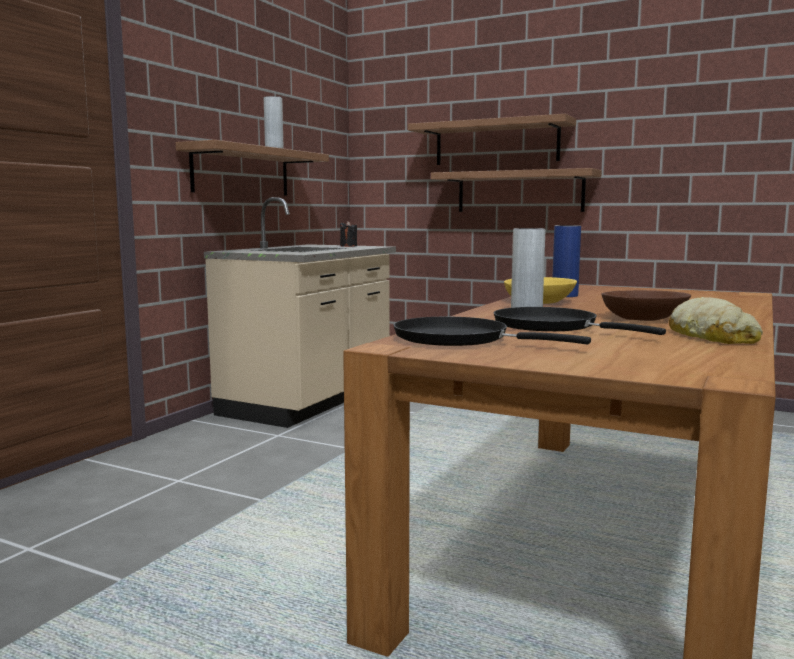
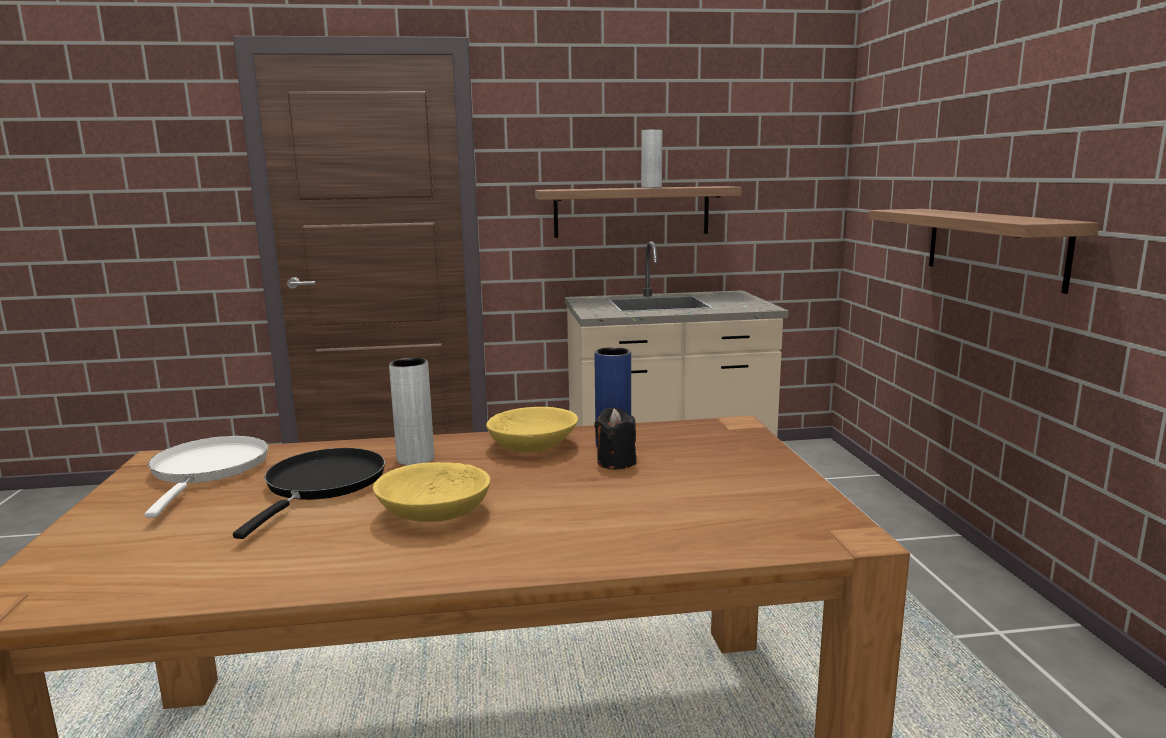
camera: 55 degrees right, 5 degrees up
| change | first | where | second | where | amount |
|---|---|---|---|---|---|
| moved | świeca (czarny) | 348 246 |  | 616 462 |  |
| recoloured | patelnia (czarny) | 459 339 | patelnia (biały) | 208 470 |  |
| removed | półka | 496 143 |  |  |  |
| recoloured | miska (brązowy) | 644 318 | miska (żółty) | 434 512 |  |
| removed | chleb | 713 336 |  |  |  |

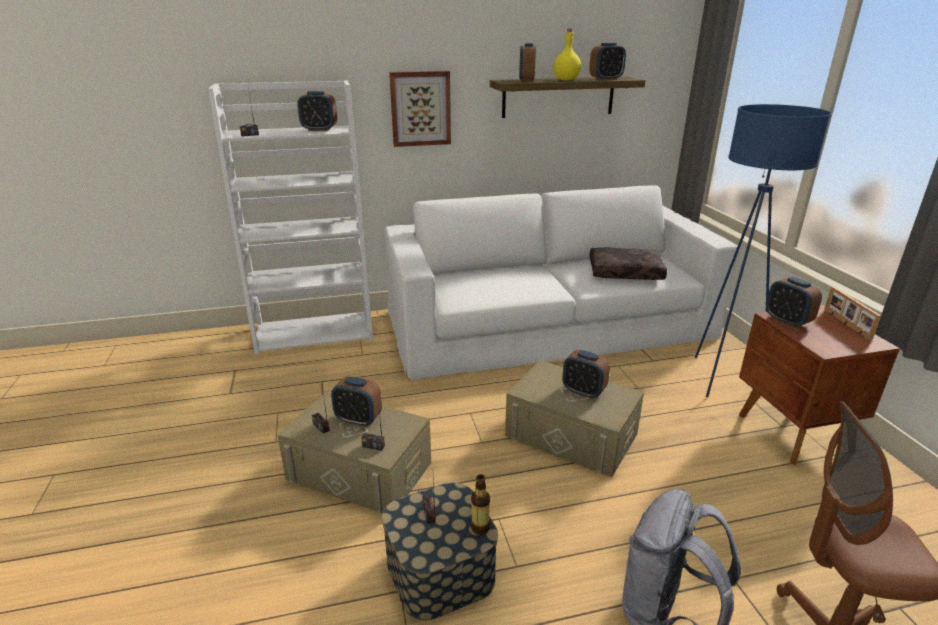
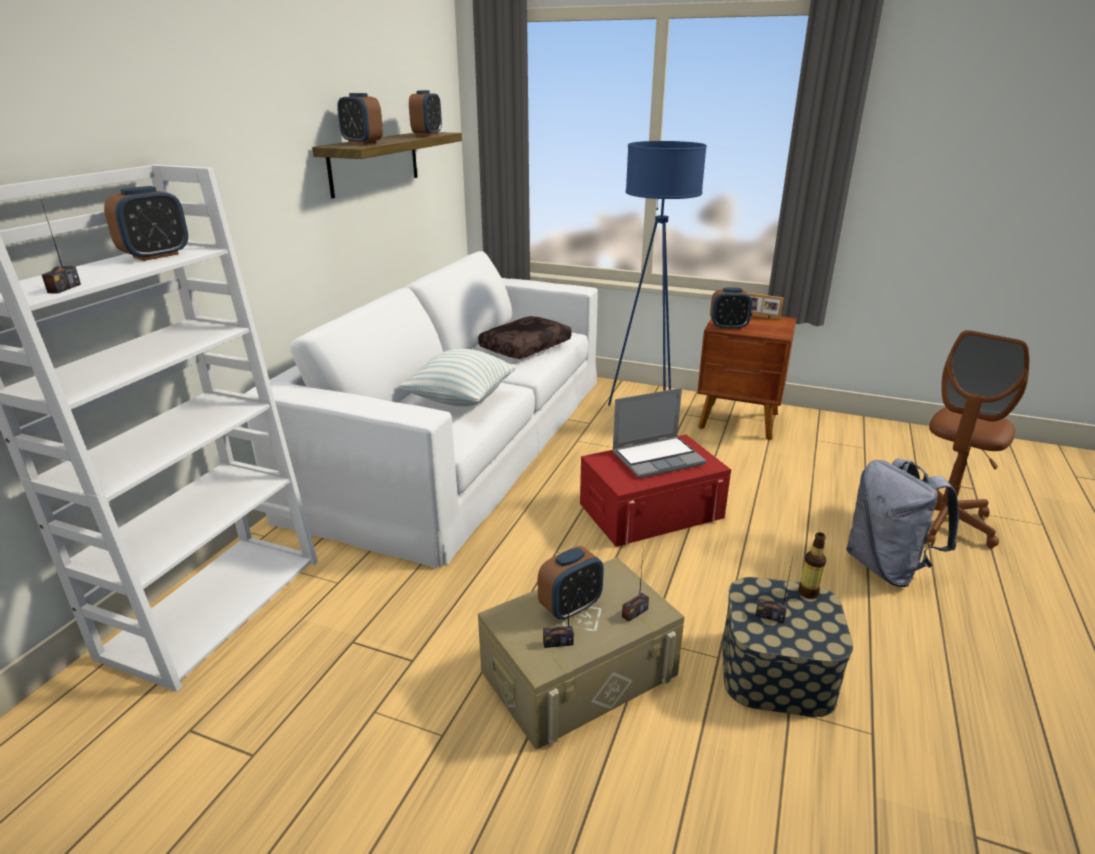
camera: 55 degrees left, 0 degrees up
| change | first | where | second | where | amount |
|---|---|---|---|---|---|
| removed | obraz | 420 108 |  |  |  |
| recoloured | pojemnik do przechowywania (beżowy) | 571 435 | pojemnik do przechowywania (czerwony) | 651 510 |  |
| removed | butelka (żółty) | 565 80 |  |  |  |
| replaced | budzik | 583 391 | laptop | 658 458 |  |
| added |  |  | poduszka | 461 399 |  |

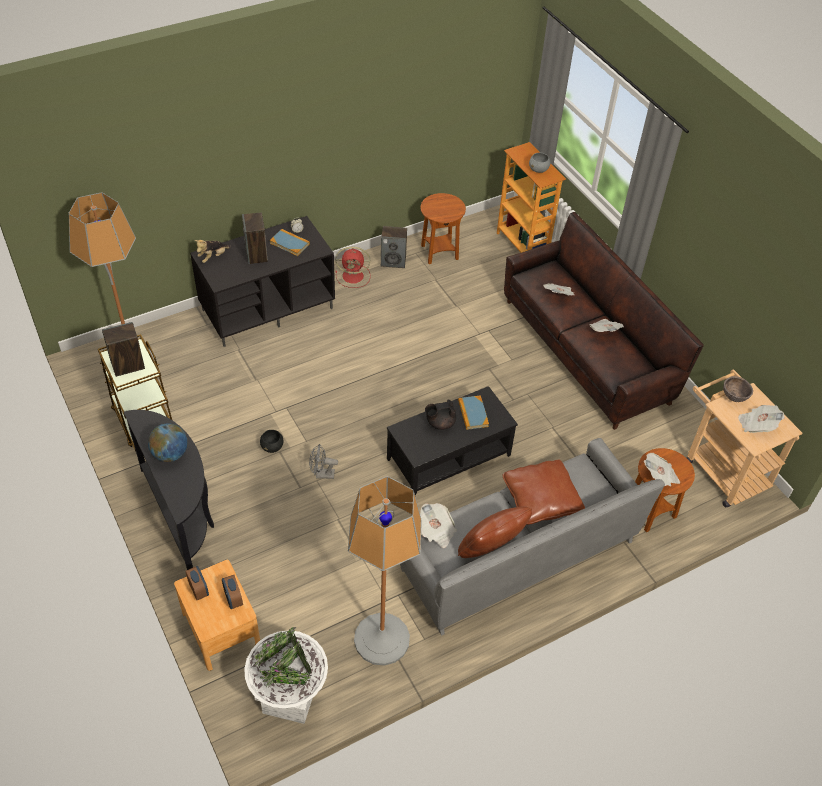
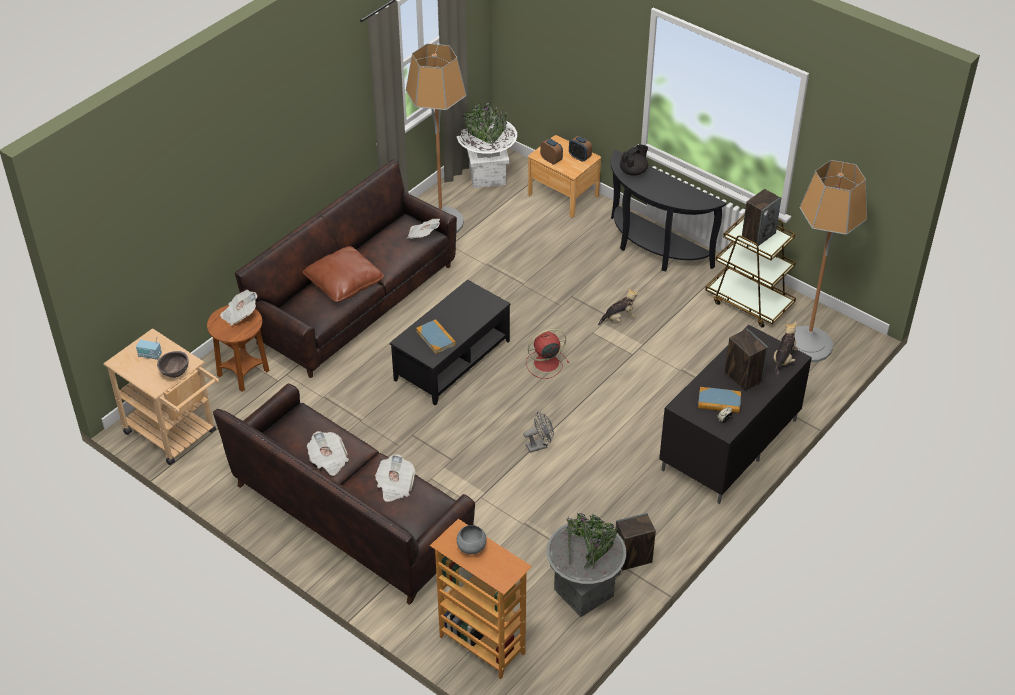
camera: 160 degrees right, 5 degrees down
| change | first | where | second | where | amount |
|---|---|---|---|---|---|
| removed | globus | 170 454 |  |  |  |
| replaced | miska (czarny) | 272 447 | pluszak | 619 318 |  |
| moved | wentylator (szary) | 321 474 |  | 539 445 |  |
| moved | wentylator (czerwony) | 354 276 |  | 545 363 |  |
| recoloured | kanapa (szary) | 518 556 | kanapa (brązowy) | 355 304 |  |
| replaced | stolik (brązowy) | 439 252 | donica (szary) | 583 593 |  |
| moved | imbryk (czarny) | 440 422 |  | 633 171 |  |
| removed | poduszka (brązowy) | 491 549 |  |  |  |
| replaced | gazeta | 757 425 | radio | 150 355 |  |

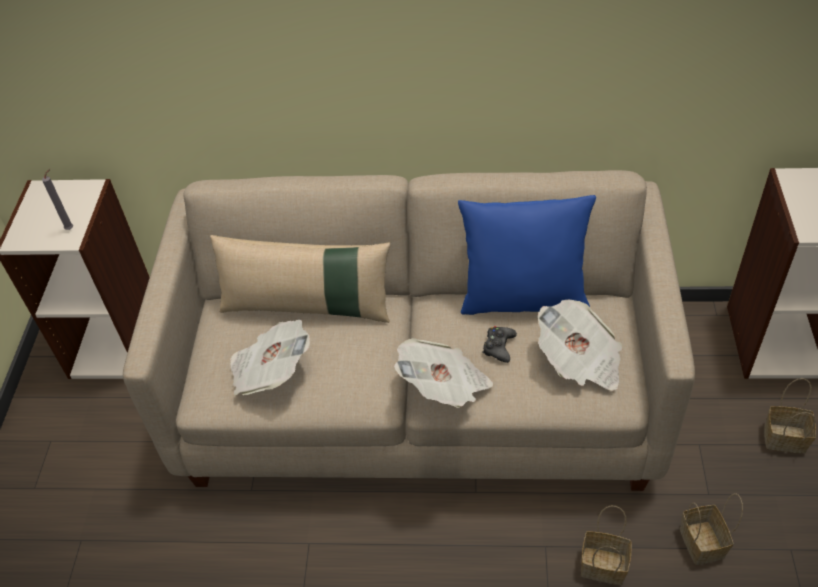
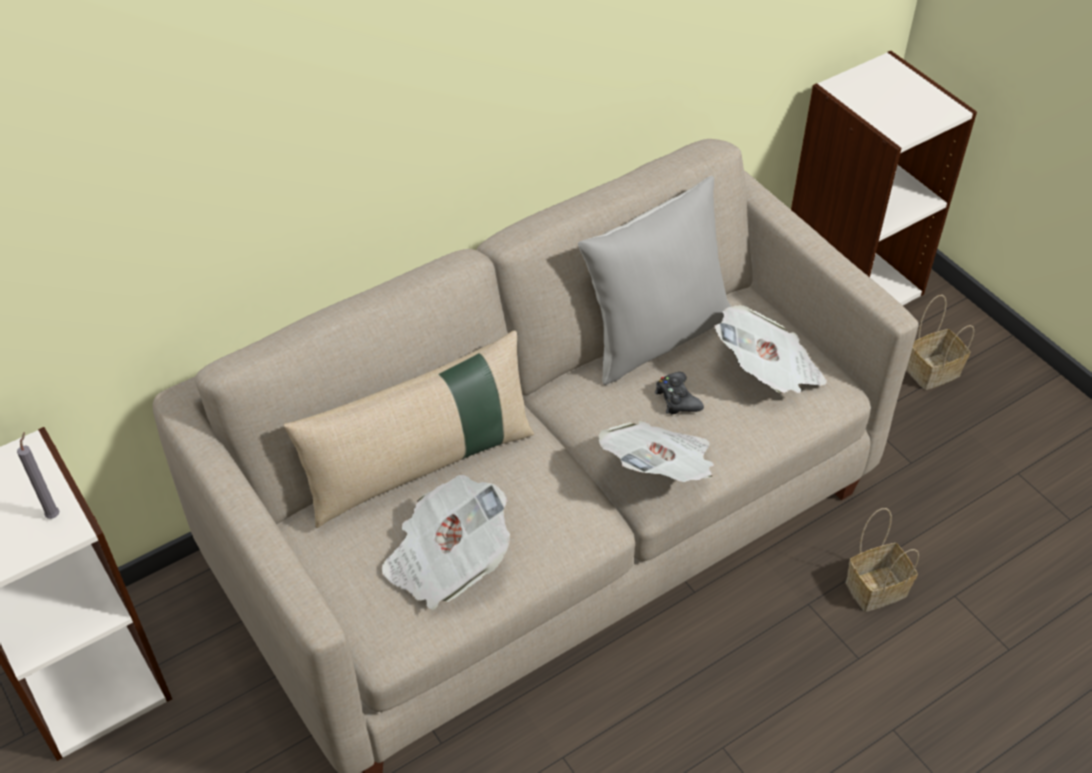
camera: 40 degrees left, 0 degrees up
| change | first | where | second | where | amount |
|---|---|---|---|---|---|
| recoloured | poduszka (niebieski) | 523 299 | poduszka (szary) | 655 337 |  |
| removed | koszyk | 703 544 |  |  |  |

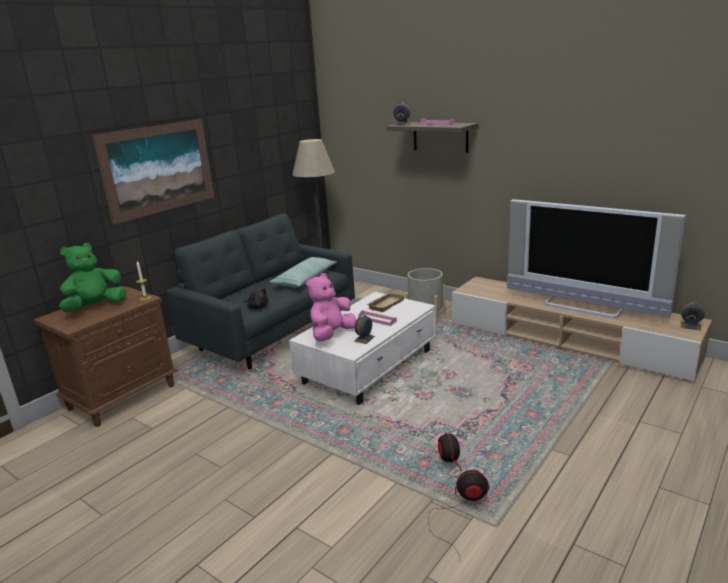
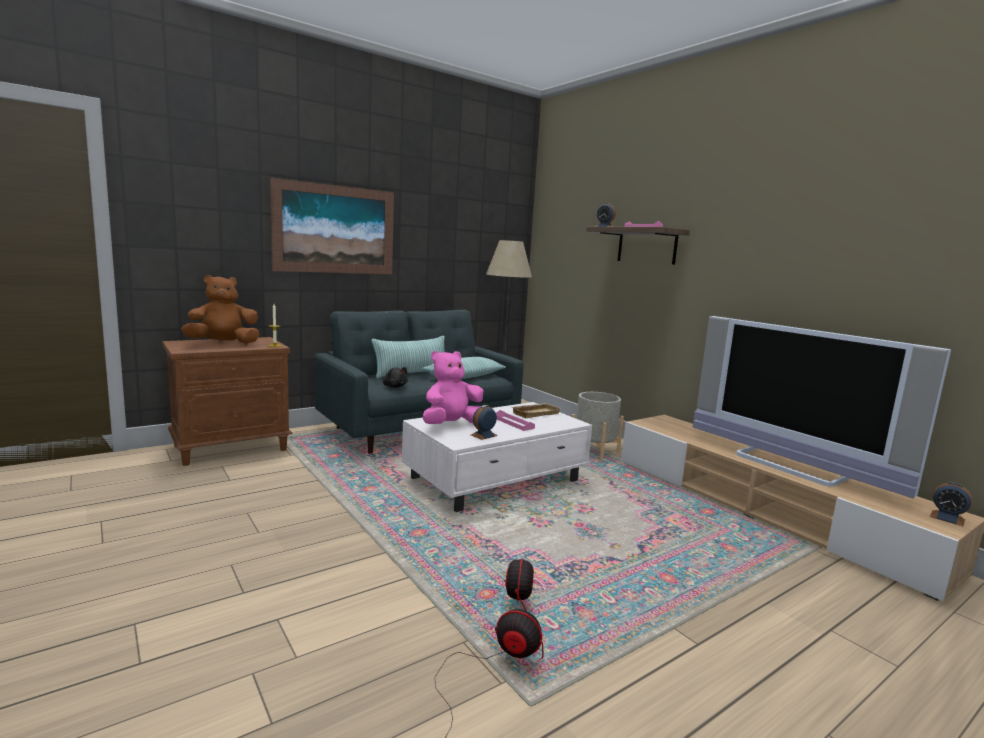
camera: 15 degrees right, 10 degrees down
| change | first | where | second | where | amount |
|---|---|---|---|---|---|
| recoloured | pluszak (zielony) | 95 307 | pluszak (brązowy) | 223 343 |  |
| added |  |  | poduszka | 411 374 |  |

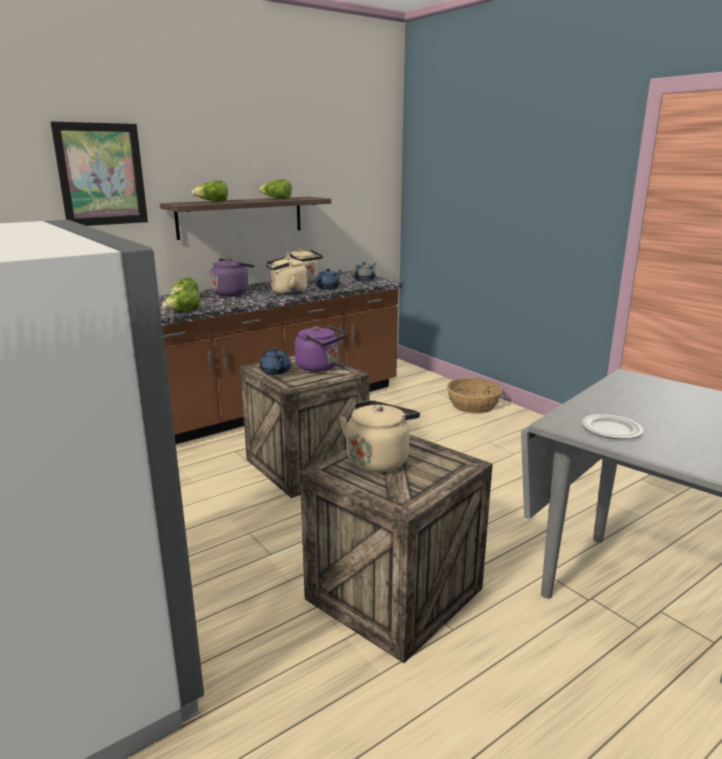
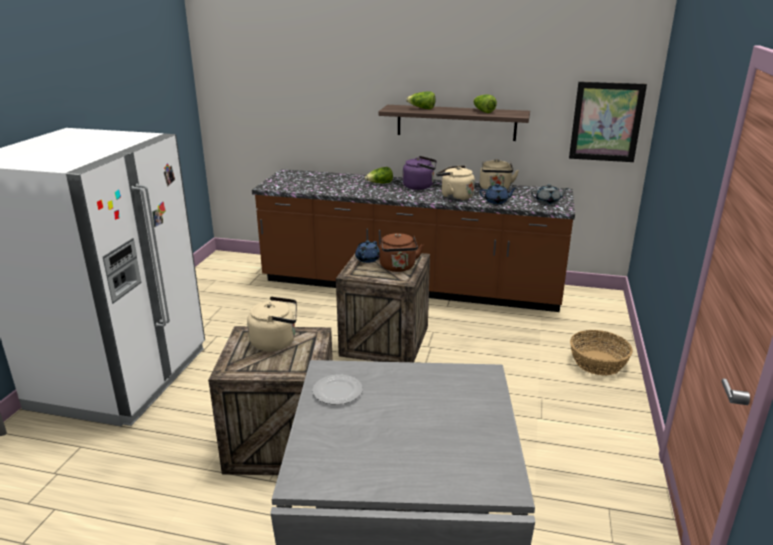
camera: 50 degrees right, 5 degrees up
| change | first | where | second | where | amount |
|---|---|---|---|---|---|
| moved | obraz | 101 174 |  | 606 122 |  |
| removed | sałata | 183 311 |  |  |  |
| recoloured | czajnik (fioletowy) | 320 367 | czajnik (brązowy) | 398 267 |  |

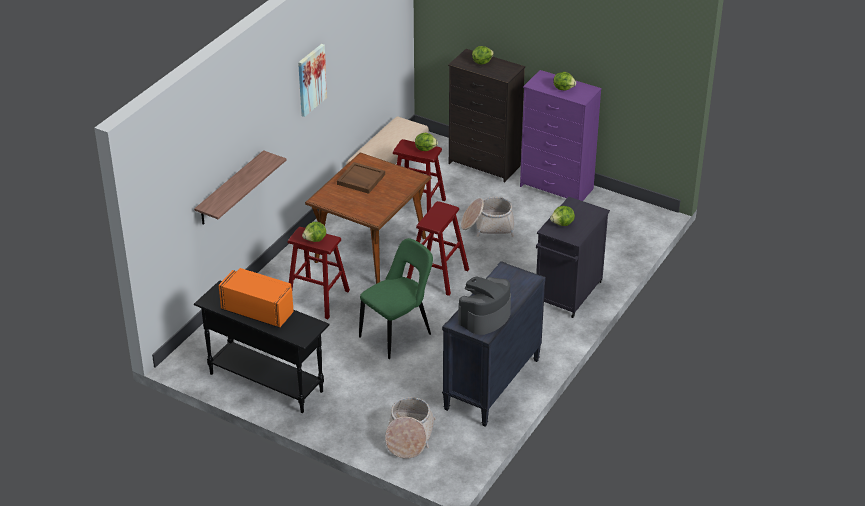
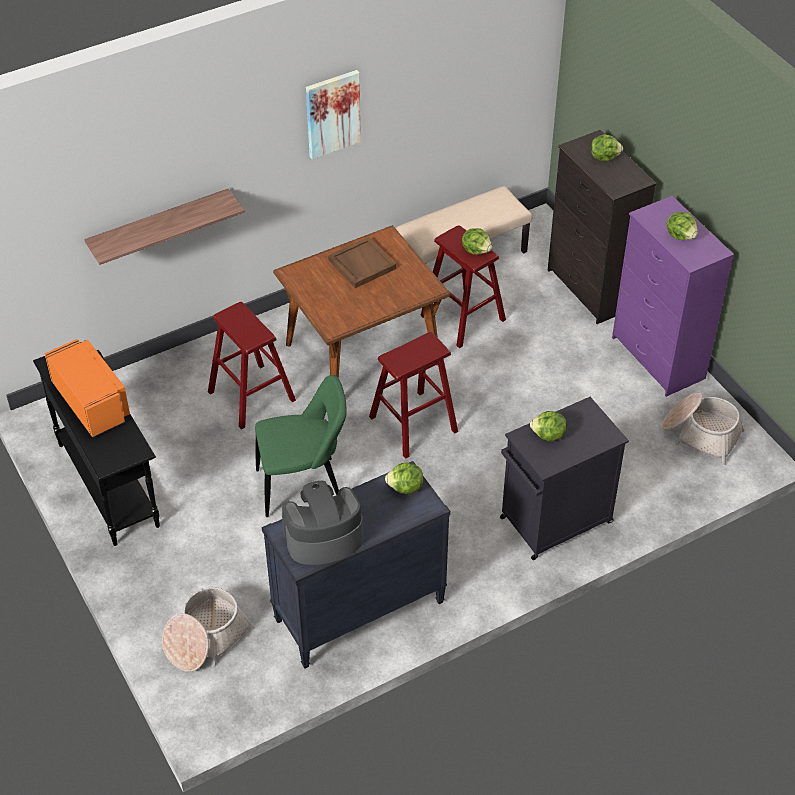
camera: 30 degrees right, 10 degrees up
| change | first | where | second | where | amount |
|---|---|---|---|---|---|
| moved | sałata | 315 240 |  | 405 488 |  |
| moved | koszyk | 488 225 |  | 700 433 |  |

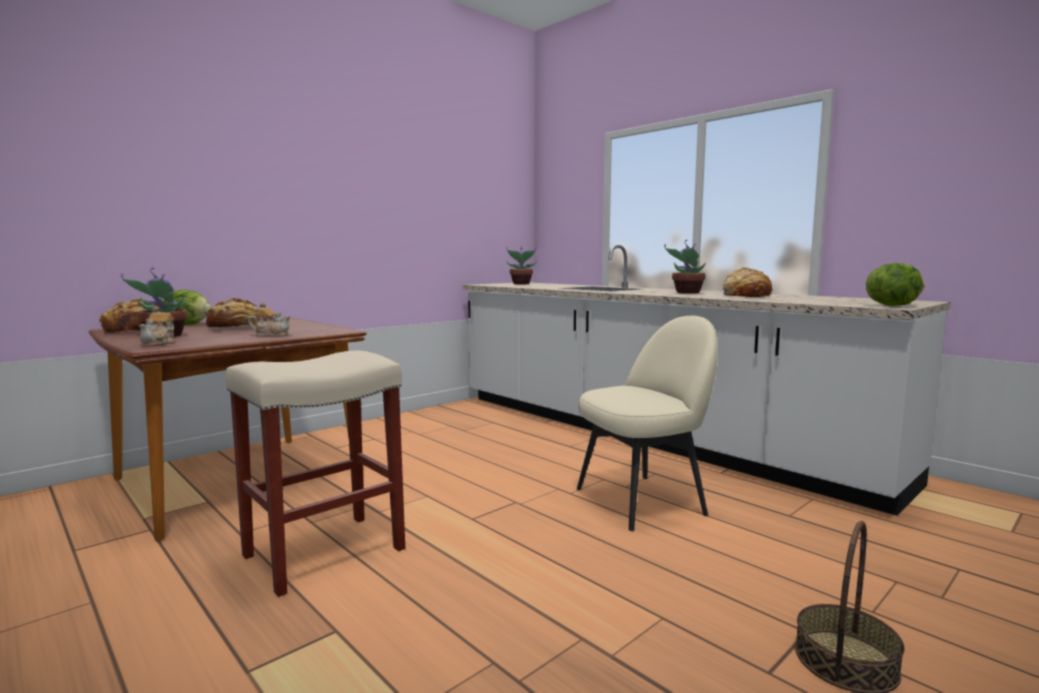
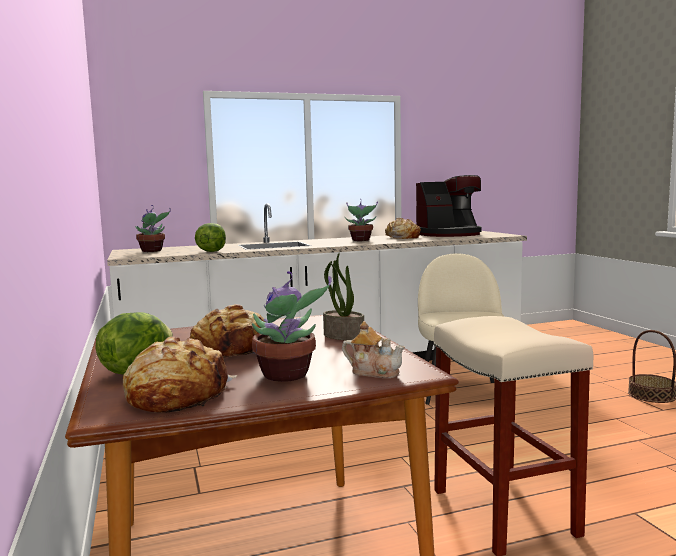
camera: 65 degrees left, 0 degrees up
| change | first | where | second | where | amount |
|---|---|---|---|---|---|
| replaced | imbryk | 271 335 | roślina doniczkowa | 342 336 |  |
| moved | sałata | 892 305 |  | 211 251 |  |
| added |  |  | ekspres do kawy | 449 234 |  |

